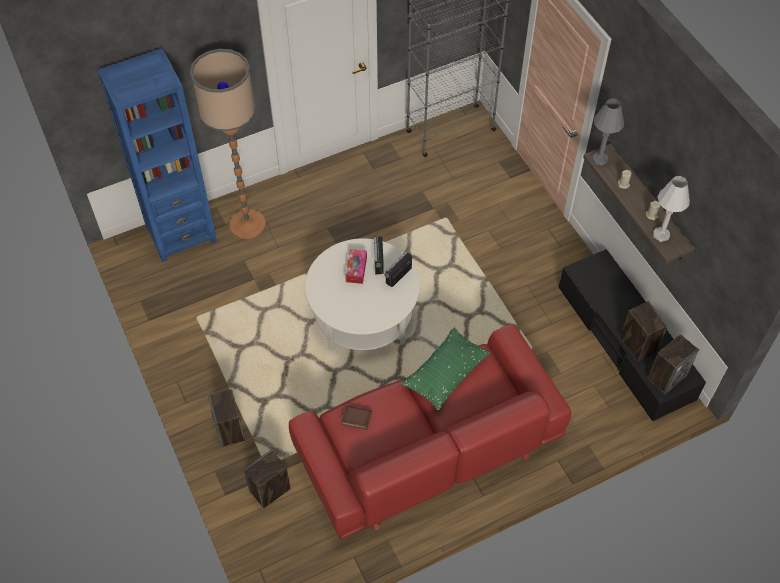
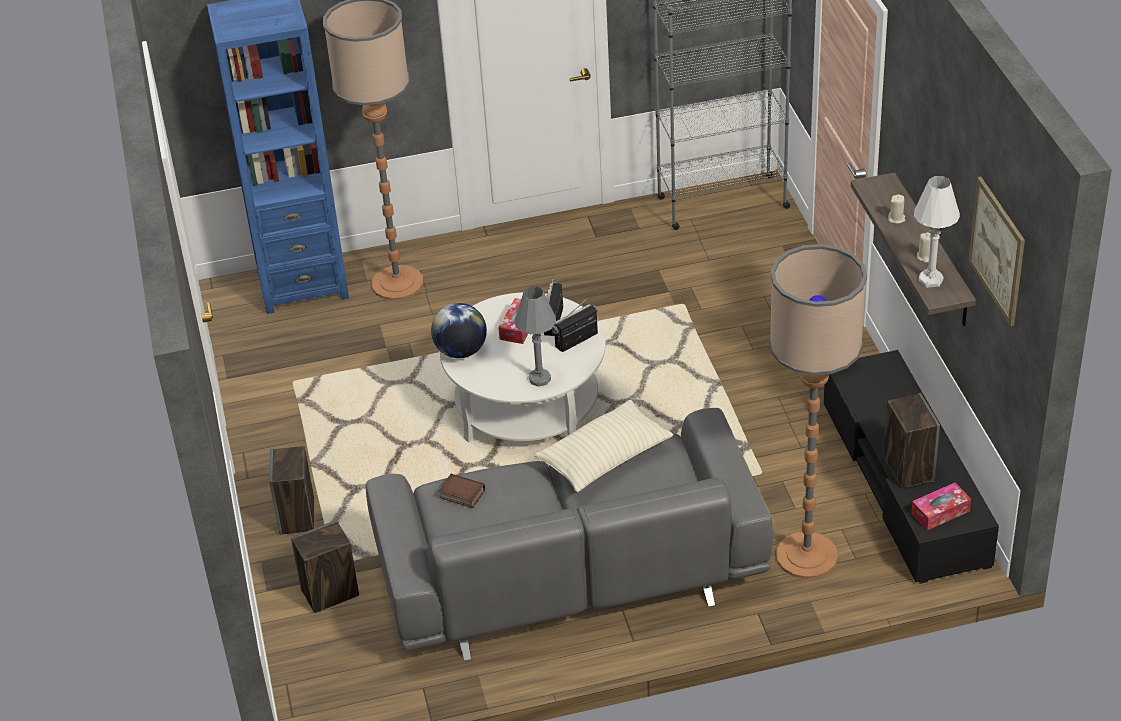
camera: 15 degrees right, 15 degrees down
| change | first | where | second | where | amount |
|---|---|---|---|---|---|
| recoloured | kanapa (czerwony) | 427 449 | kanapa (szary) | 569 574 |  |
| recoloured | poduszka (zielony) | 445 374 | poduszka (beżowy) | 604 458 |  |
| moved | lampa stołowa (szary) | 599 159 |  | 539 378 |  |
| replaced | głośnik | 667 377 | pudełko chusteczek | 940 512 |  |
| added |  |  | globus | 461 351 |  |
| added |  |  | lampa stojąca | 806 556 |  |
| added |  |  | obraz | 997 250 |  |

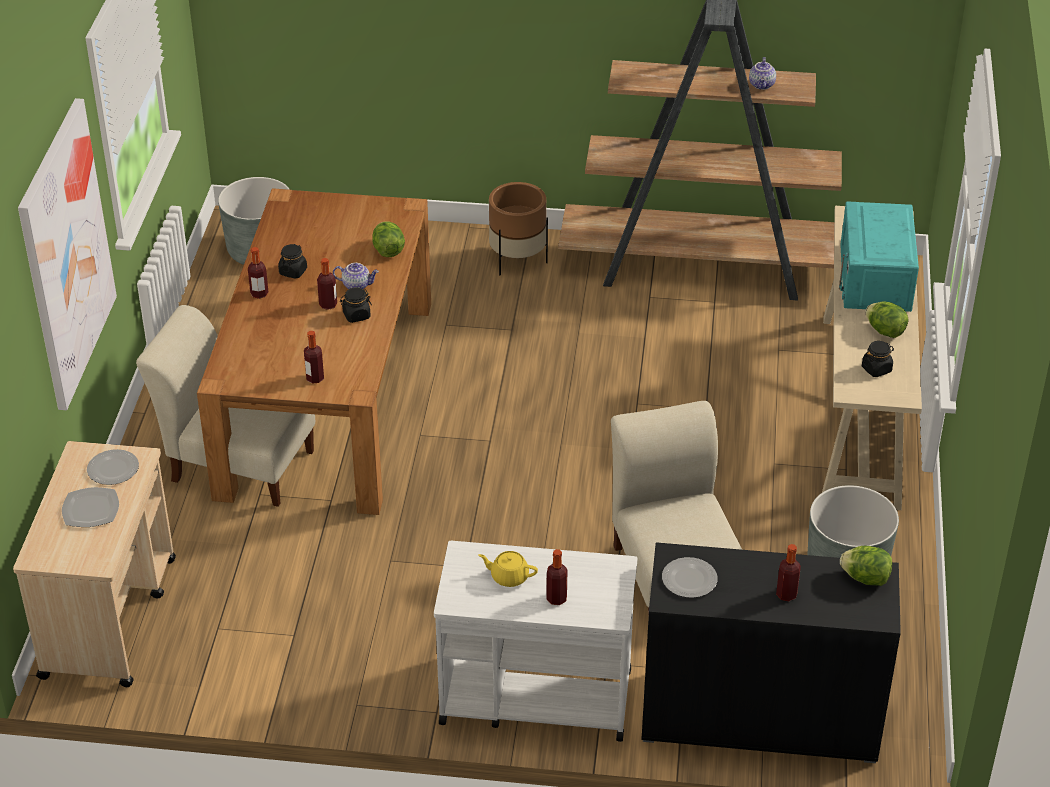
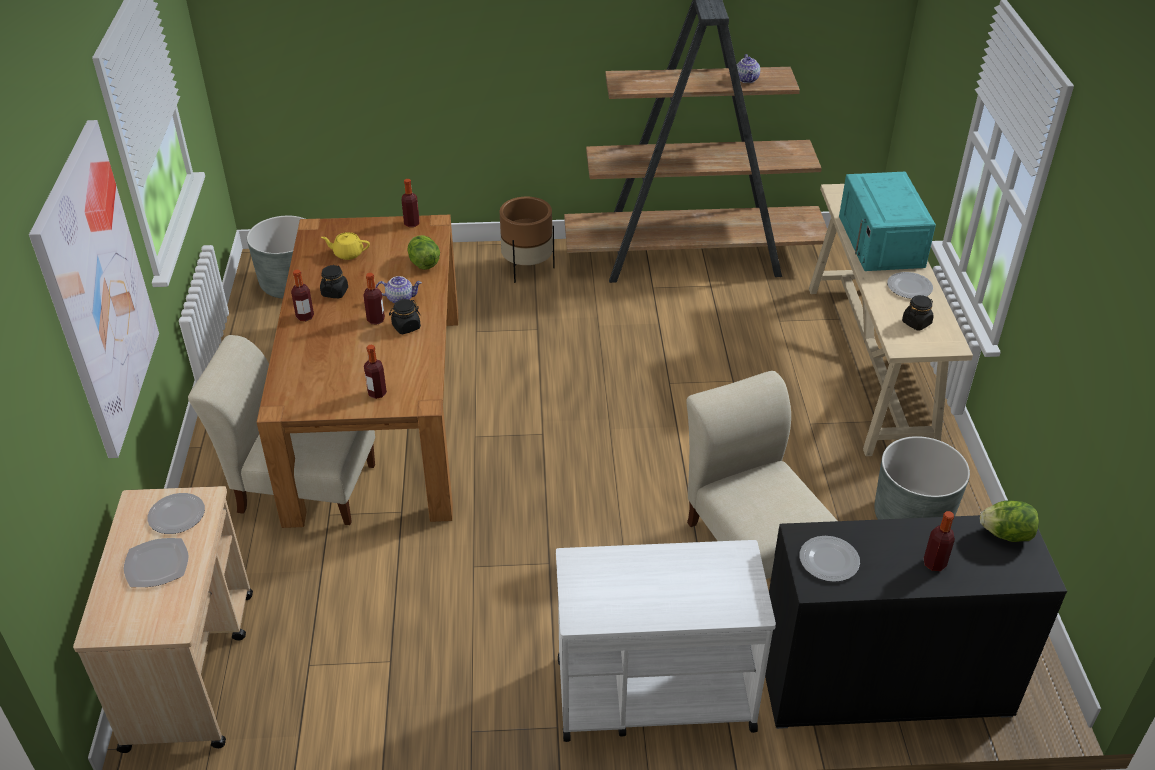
camera: 10 degrees left, 0 degrees up
| change | first | where | second | where | amount |
|---|---|---|---|---|---|
| moved | imbryk (żółty) | 509 576 |  | 348 253 |  |
| moved | butelka | 556 598 |  | 411 223 |  |
| replaced | sałata | 885 331 | talerz | 909 287 |  |

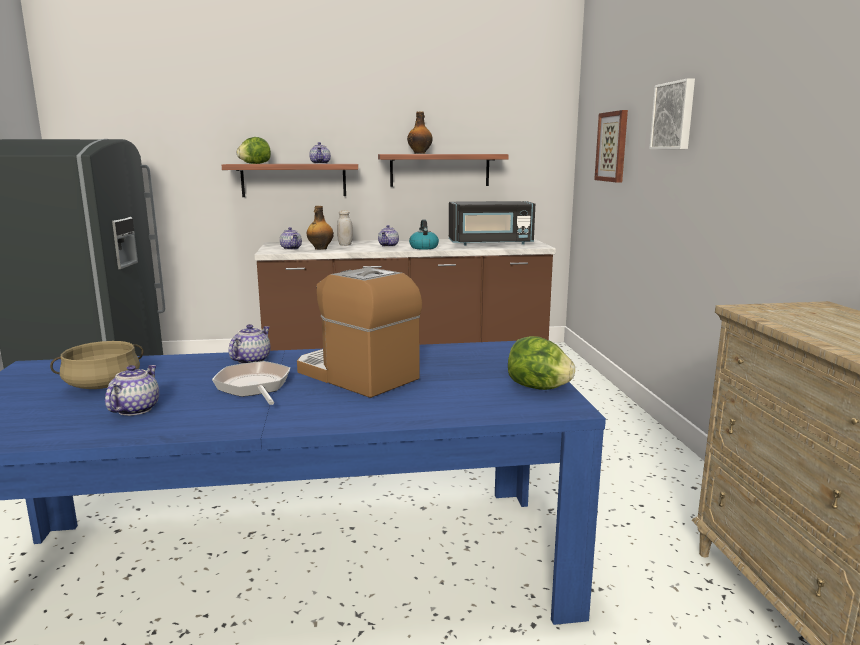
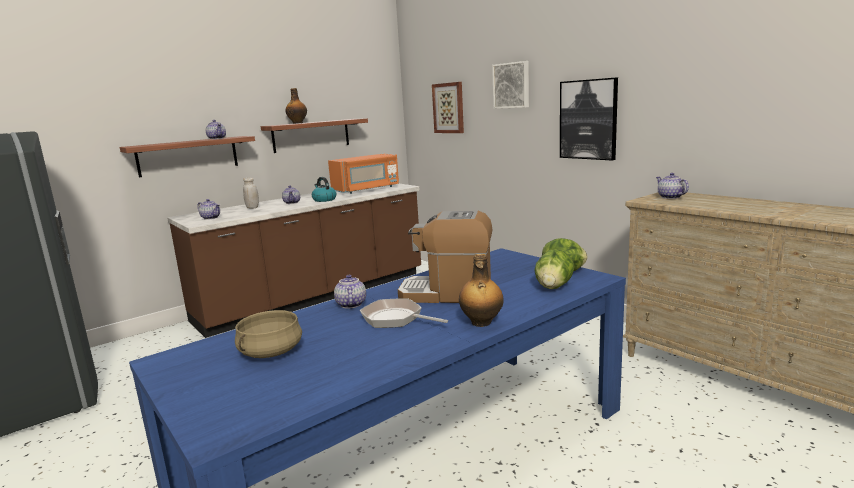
camera: 30 degrees left, 0 degrees up
| change | first | where | second | where | amount |
|---|---|---|---|---|---|
| moved | imbryk | 135 409 |  | 669 197 |  |
| moved | sałata | 254 163 |  | 554 287 |  |
| moved | butelka | 320 248 |  | 481 323 |  |
| recoloured | mikrofalówka (czarny) | 490 243 | mikrofalówka (pomarańczowy) | 366 189 |  |
| added |  |  | obraz | 588 119 |  |

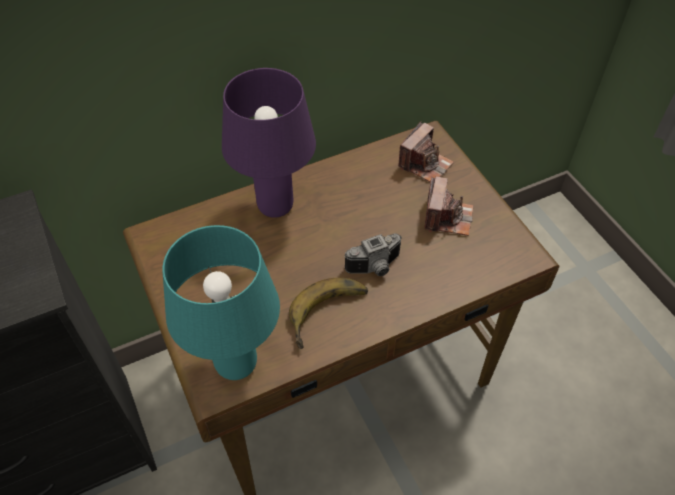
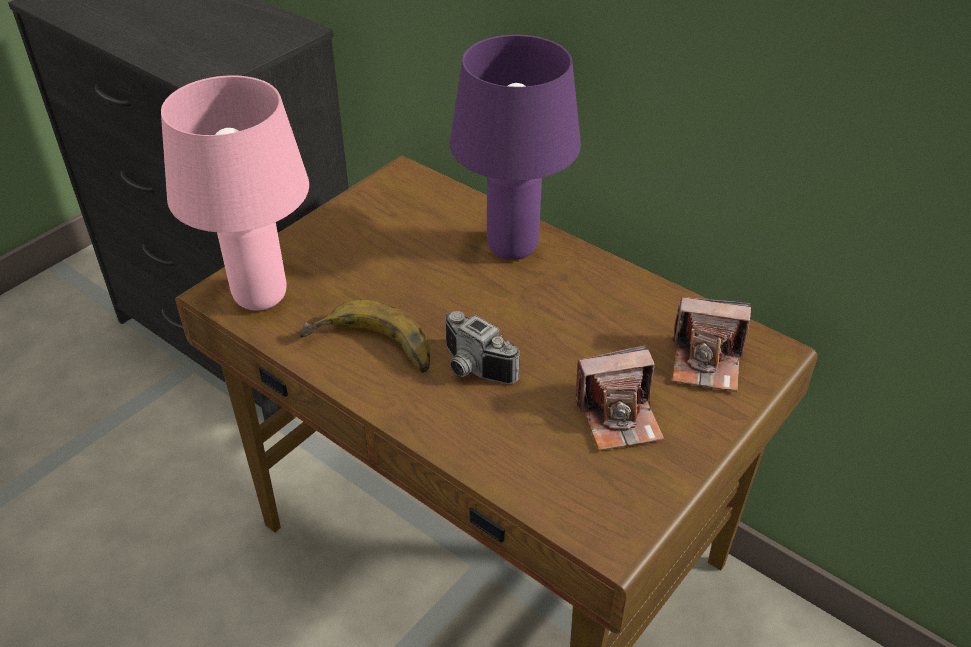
camera: 65 degrees right, 10 degrees down
| change | first | where | second | where | amount |
|---|---|---|---|---|---|
| recoloured | lampa stołowa (turkusowy) | 237 363 | lampa stołowa (różowy) | 262 297 |  |

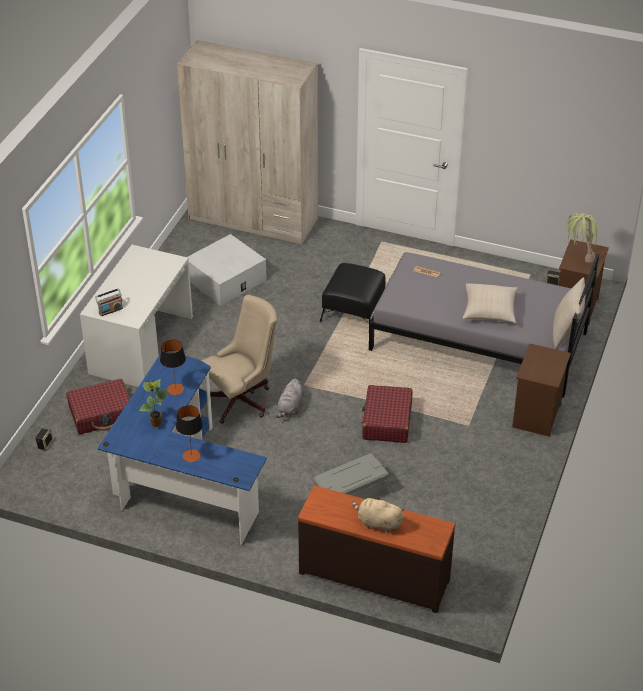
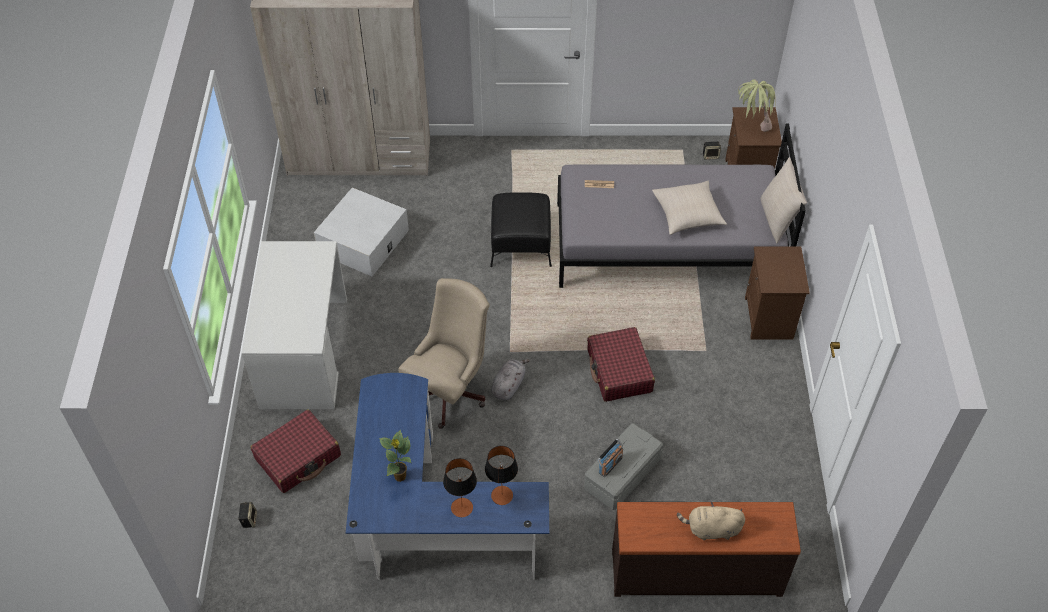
camera: 20 degrees left, 10 degrees up
| change | first | where | second | where | amount |
|---|---|---|---|---|---|
| moved | radio | 110 310 |  | 610 465 |  |
| moved | lampa stołowa | 175 389 |  | 502 495 |  |
| turned | pluszak (szary) | 290 408 |  | 509 385 | 150 degrees counterclockwise |

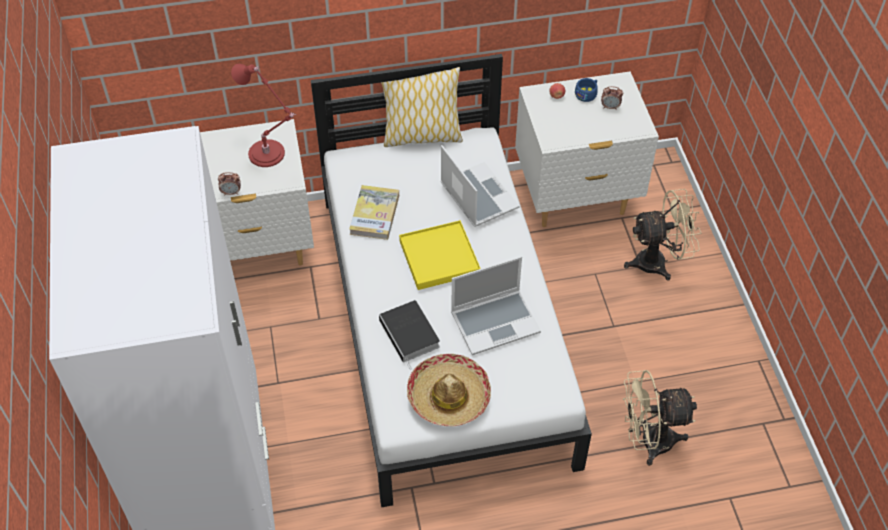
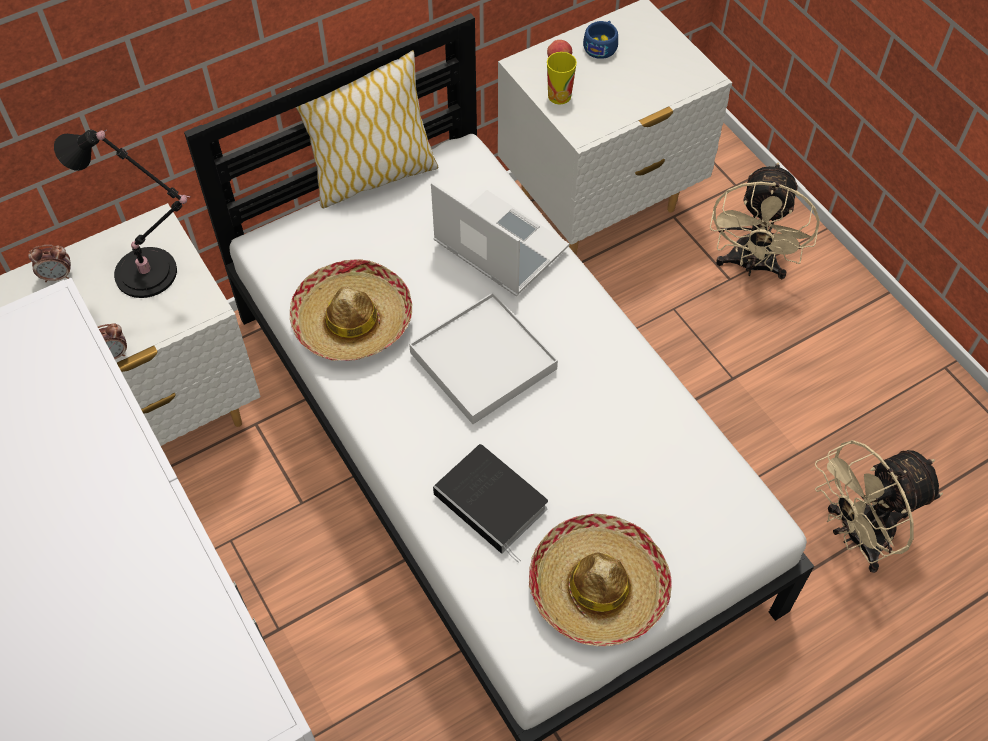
camera: 20 degrees left, 5 degrees up
| change | first | where | second | where | amount |
|---|---|---|---|---|---|
| recoloured | lampa stołowa (czerwony) | 269 155 | lampa stołowa (czarny) | 151 274 |  |
| replaced | książka | 374 214 | kapelusz | 352 321 |  |
| recoloured | taca (żółty) | 439 257 | taca (biały) | 483 360 |  |
| removed | laptop | 495 322 |  |  |  |
| moved | budzik | 610 107 |  | 58 276 |  |
| turned | wentylator (beżowy) | 658 262 |  | 751 266 | 135 degrees clockwise |
| added |  |  | filiżanka | 559 96 |  |

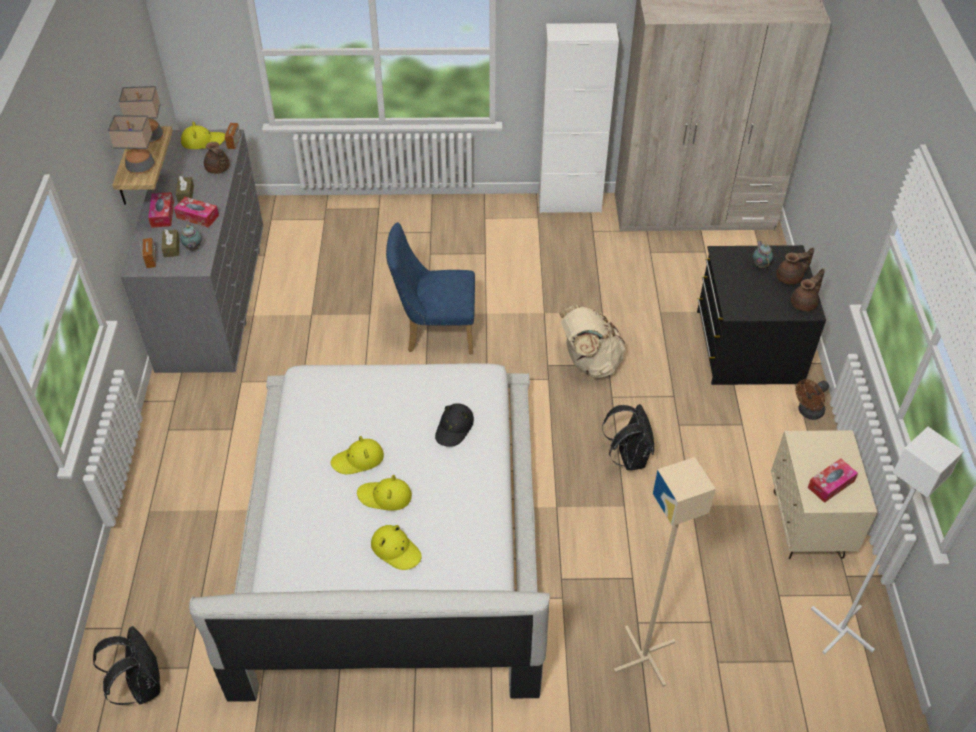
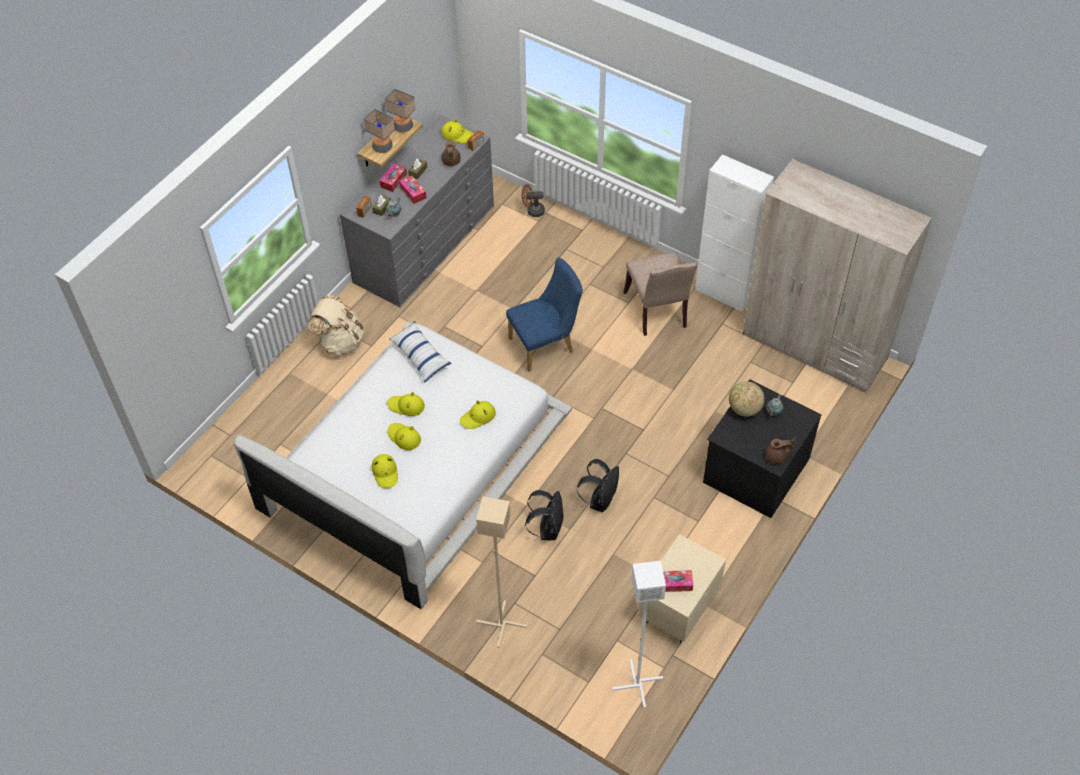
camera: 35 degrees right, 5 degrees up
| change | first | where | second | where | amount |
|---|---|---|---|---|---|
| moved | plecak (czarny) | 142 685 |  | 547 529 |  |
| turned | krzesło (niebieski) | 435 332 |  | 546 345 | 120 degrees clockwise |
| recoloured | kapelusz (czarny) | 454 428 | kapelusz (żółty) | 478 417 |  |
| moved | plecak (beżowy) | 589 362 |  | 340 342 |  |
| removed | imbryk (brązowy) | 790 278 |  |  |  |
| moved | wentylator (brązowy) | 808 412 |  | 532 211 |  |
| added |  |  | poduszka | 420 356 |  |
| added |  |  | krzesło (beżowy) | 657 312 |  |
| added |  |  | globus | 744 409 |  |

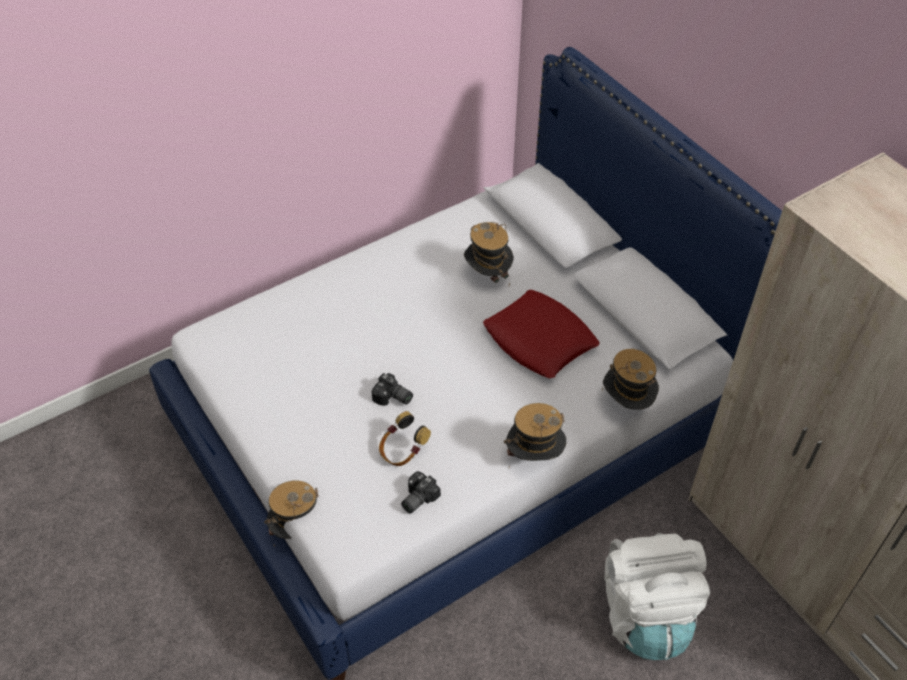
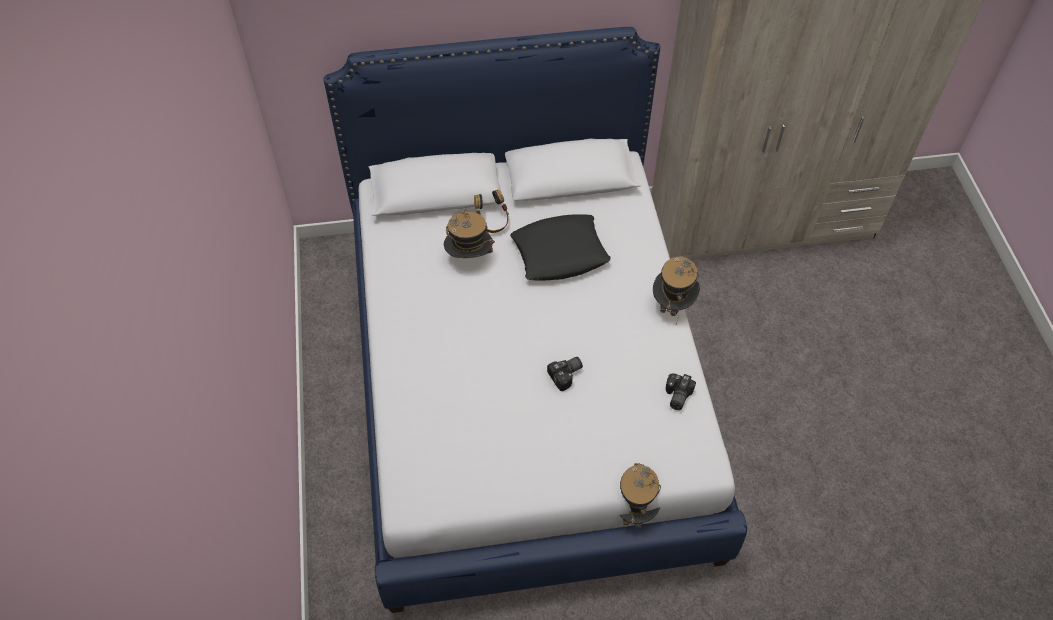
camera: 65 degrees left, 5 degrees up
| change | first | where | second | where | amount |
|---|---|---|---|---|---|
| moved | słuchawki | 402 451 |  | 492 221 |  |
| turned | aparat fotograficzny | 416 498 |  | 676 396 | 45 degrees clockwise |
| recoloured | poduszka (czerwony) | 540 340 | poduszka (czarny) | 560 253 |  |
| removed | kapelusz | 626 404 |  |  |  |
| removed | plecak (biały) | 645 614 |  |  |  |

